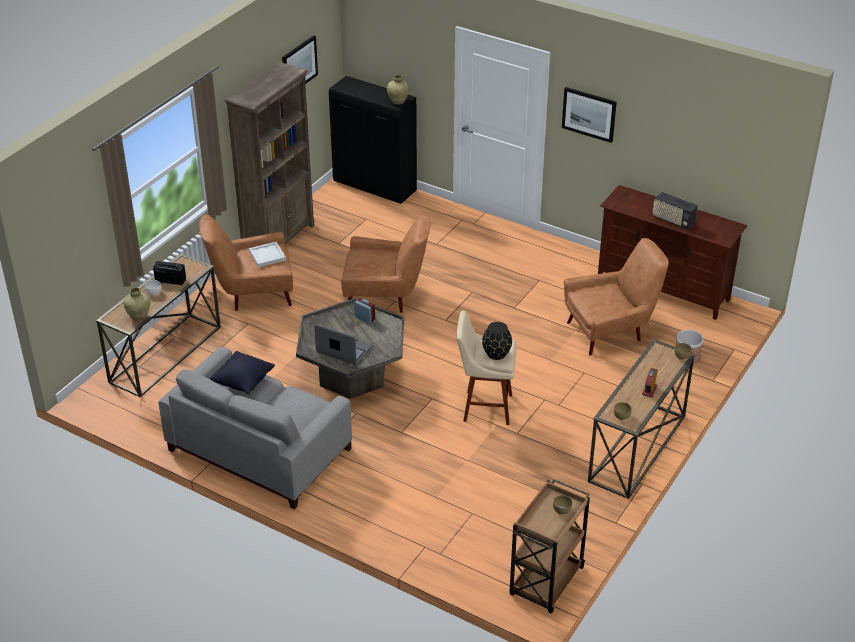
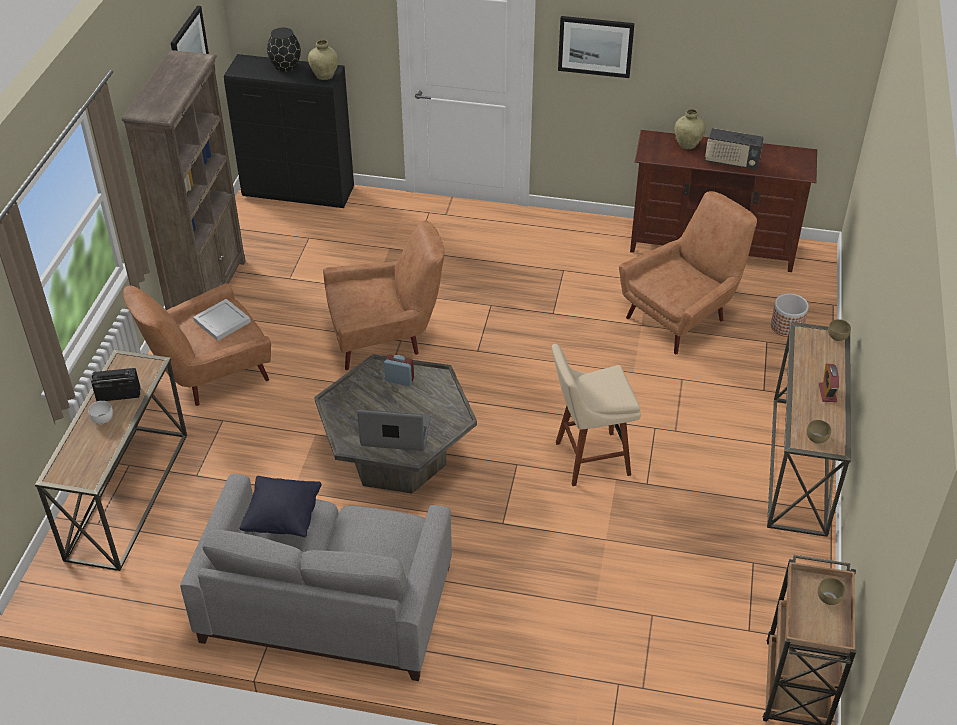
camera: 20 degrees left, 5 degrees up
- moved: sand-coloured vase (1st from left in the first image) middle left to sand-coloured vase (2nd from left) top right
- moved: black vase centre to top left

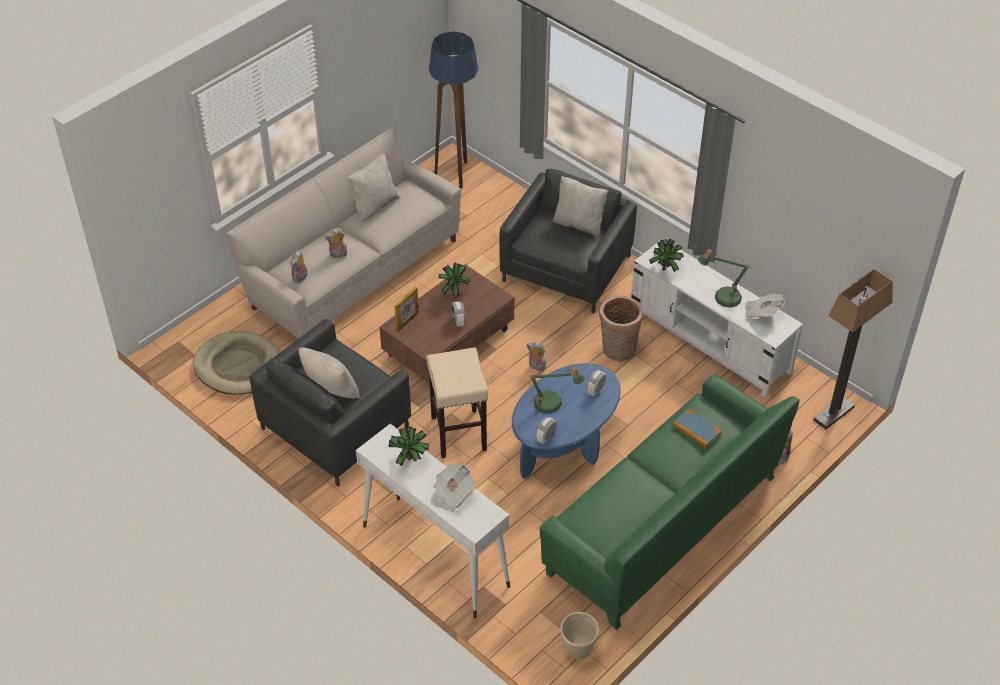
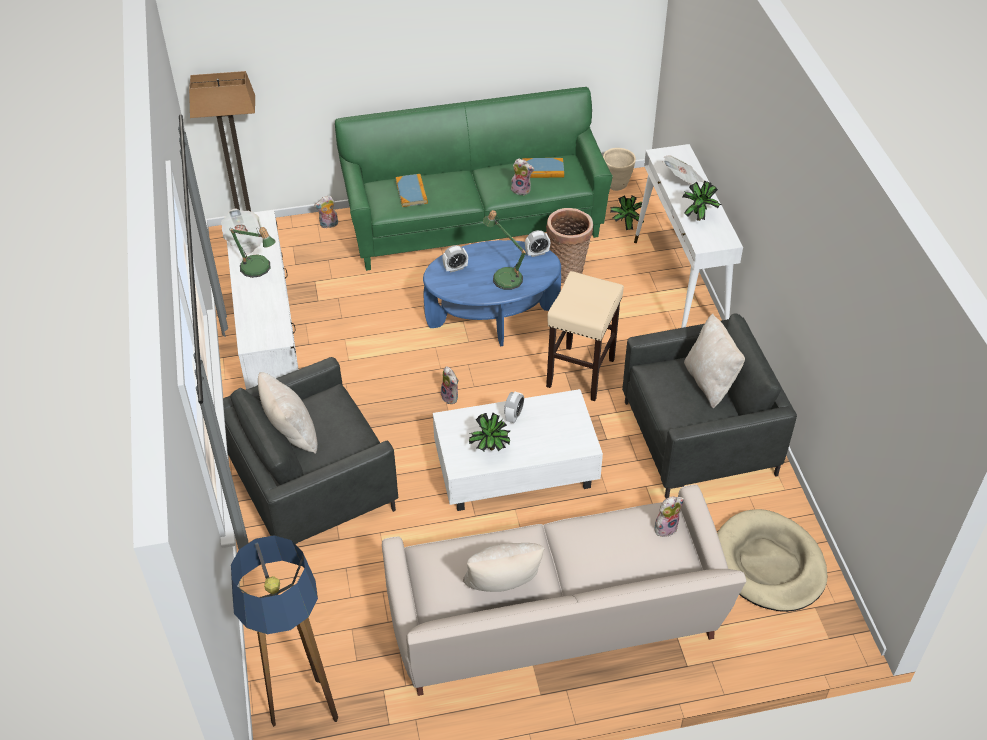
camera: 145 degrees left, 0 degrees up
- moved: cuddly toy (2nd from left in the first image) centre to cuddly toy (3rd from left) top centre
- moved: plant in a pot (3rd from left in the first image) centre to plant in a pot (2nd from left) top centre
- recoloured: brown coffee table centre to whitish coffee table centre
- removed: standing frame centre
- moved: storage basket centre to top centre
- added: volume (2nd from left) top centre

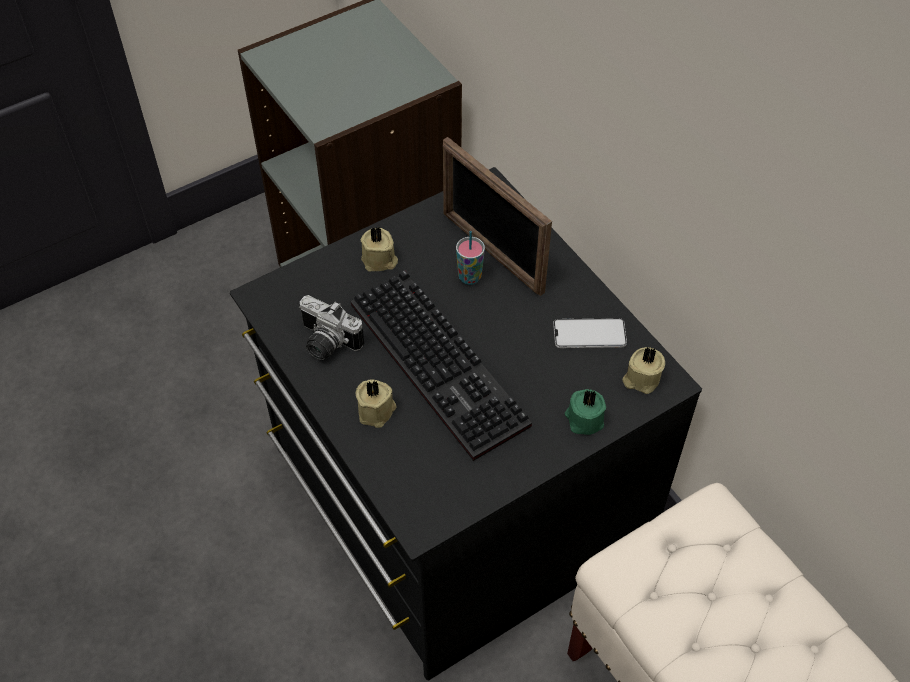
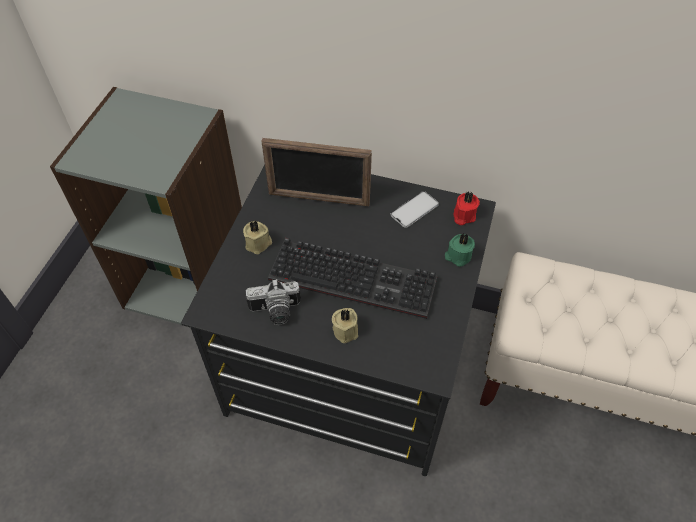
camera: 40 degrees left, 0 degrees up
- removed: cup centre
- recoloured: sand-coloured candle (3rd from left) middle right to red candle middle right

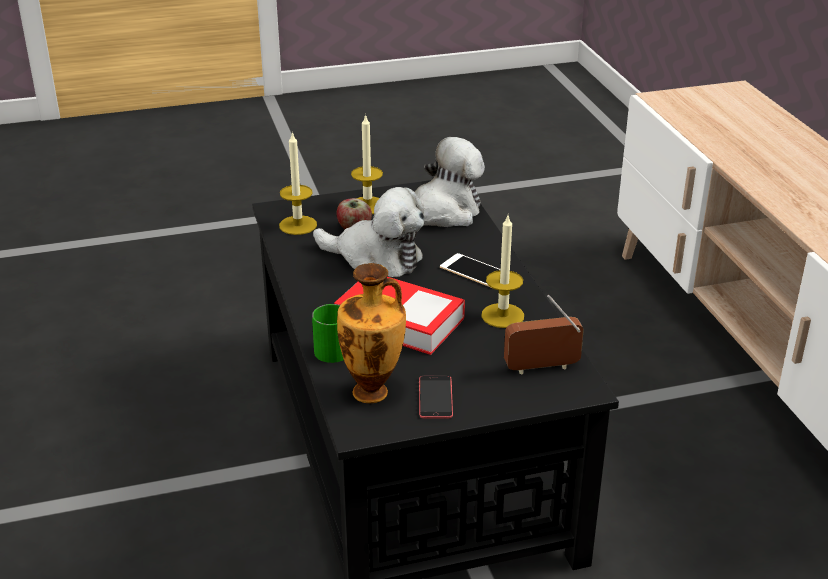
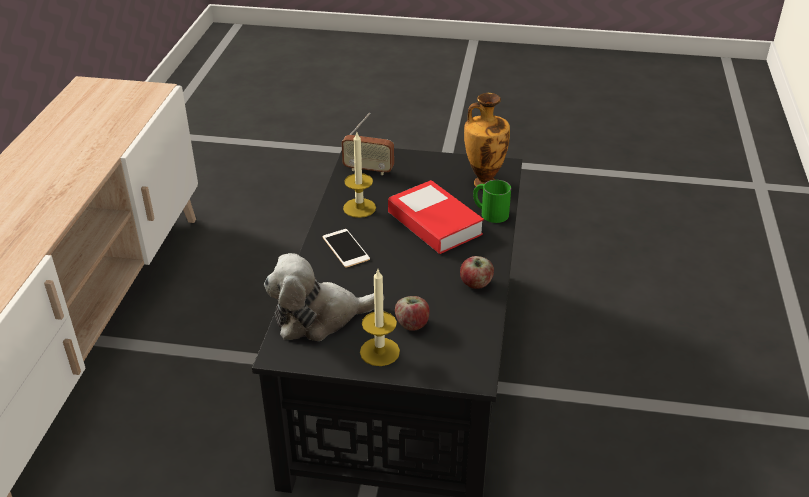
camera: 155 degrees left, 5 degrees up
- removed: candle (1st from left) top centre
- removed: cuddly toy (1st from left) centre
- removed: phone (1st from left) bottom centre
- added: apple (2nd from left) centre

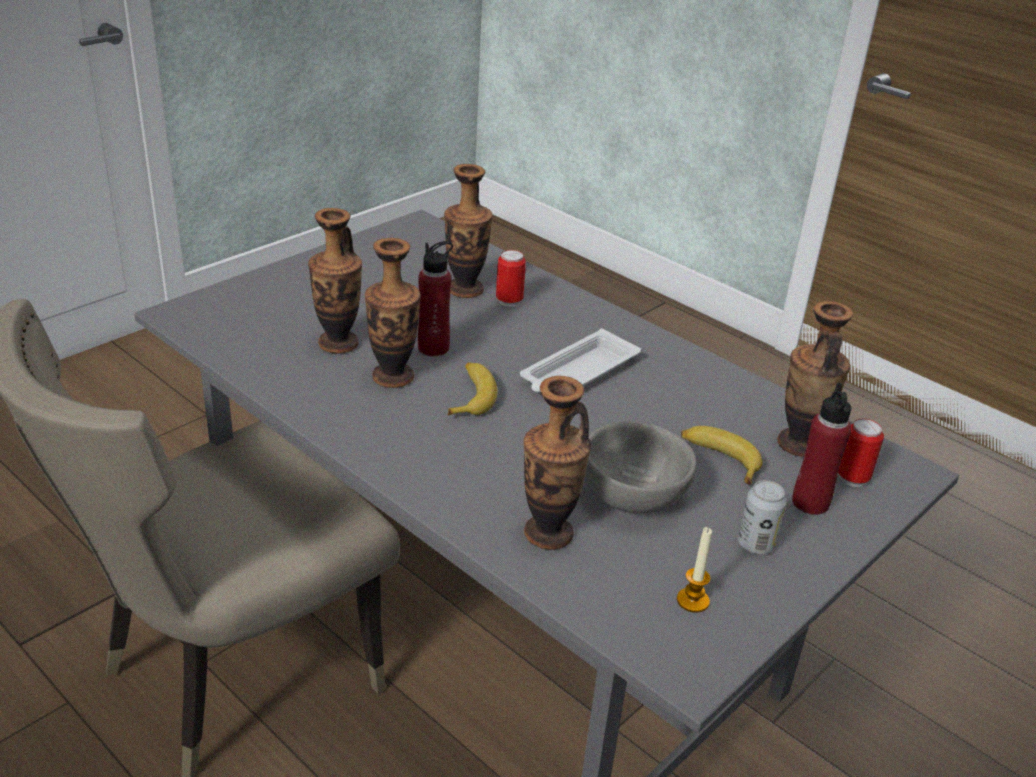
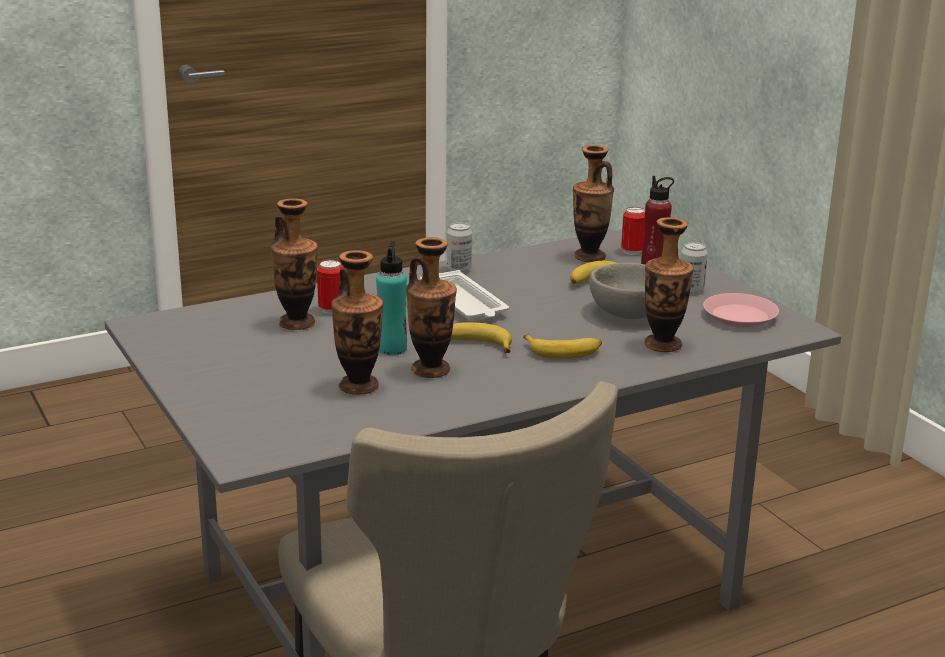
camera: 70 degrees left, 10 degrees down
- recoloured: red drink bottle (1st from left) centre to turquoise-coloured drink bottle centre
- replaced: candle bottom right to pinkish flat dish middle right
- added: sealed can (2nd from left) centre
- added: whole banana (2nd from left) centre

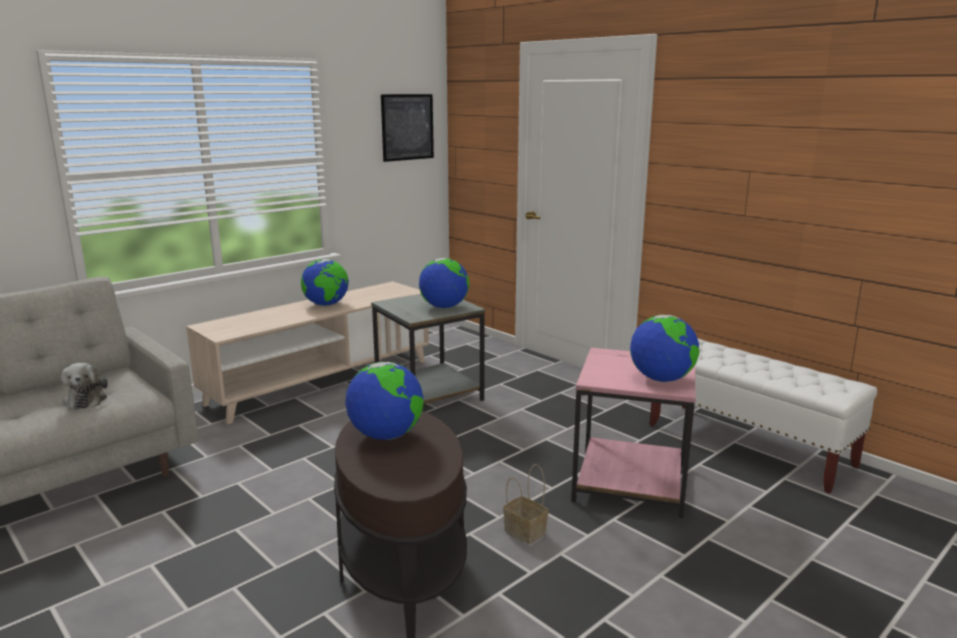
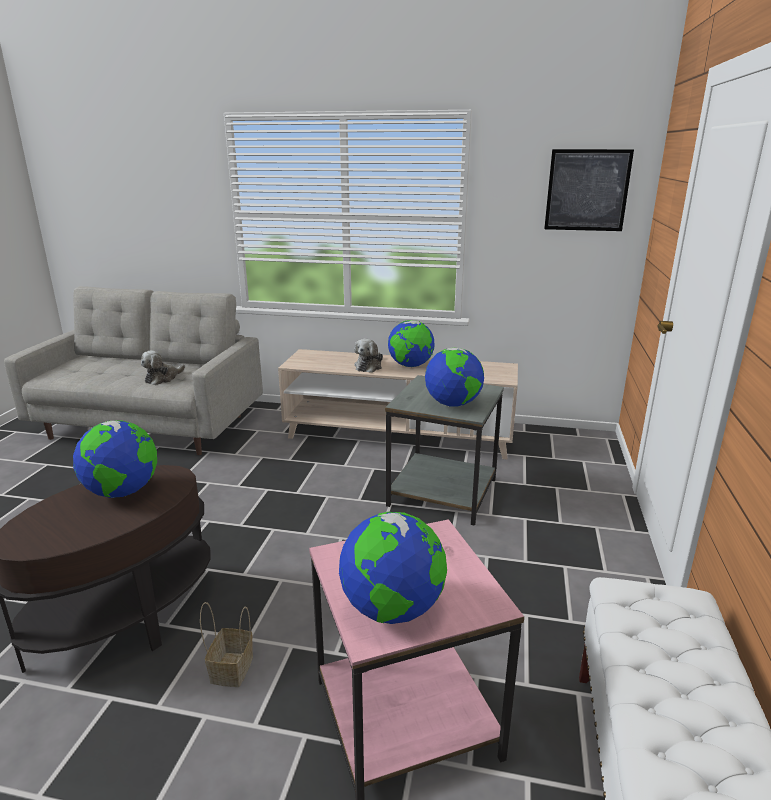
camera: 55 degrees right, 5 degrees up
- added: cuddly toy (2nd from left) centre

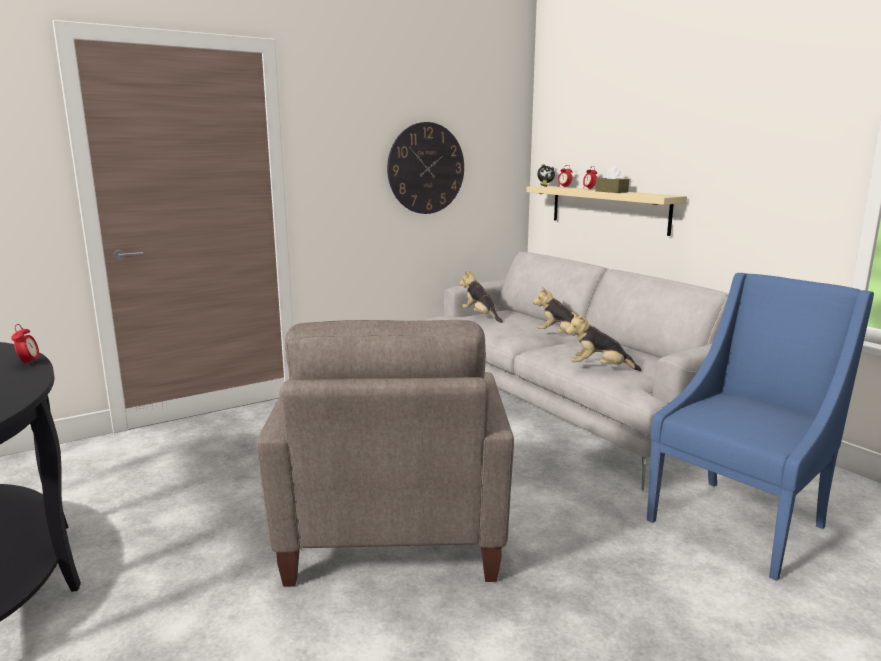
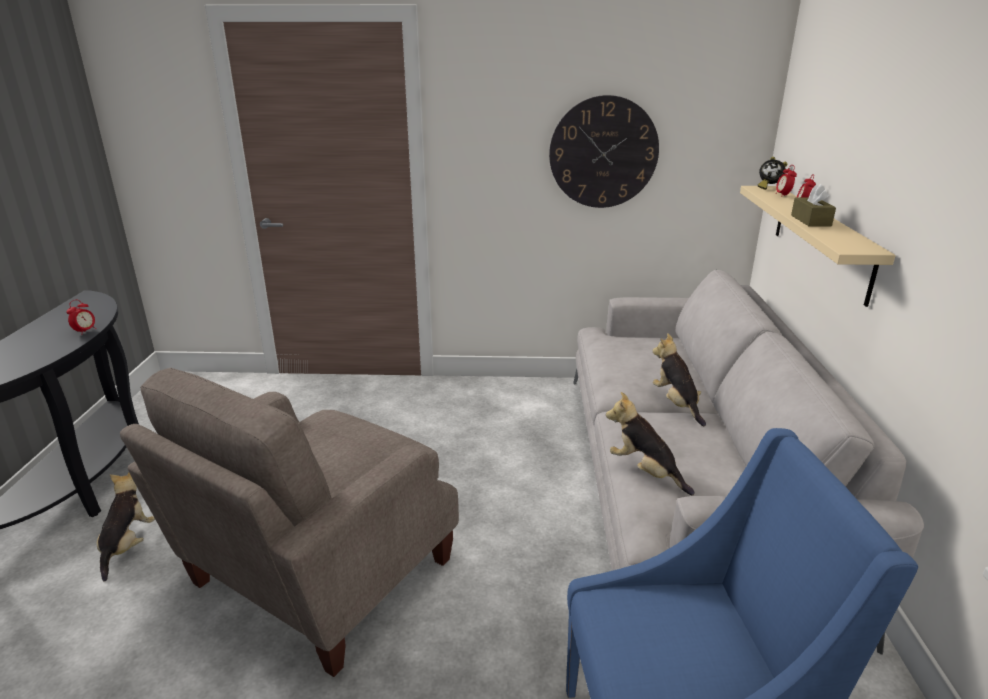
camera: 35 degrees right, 10 degrees up
- moved: cuddly toy (1st from left) centre to bottom left

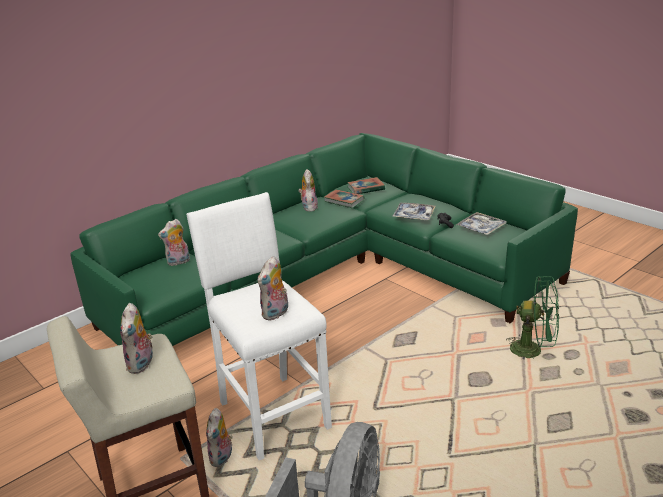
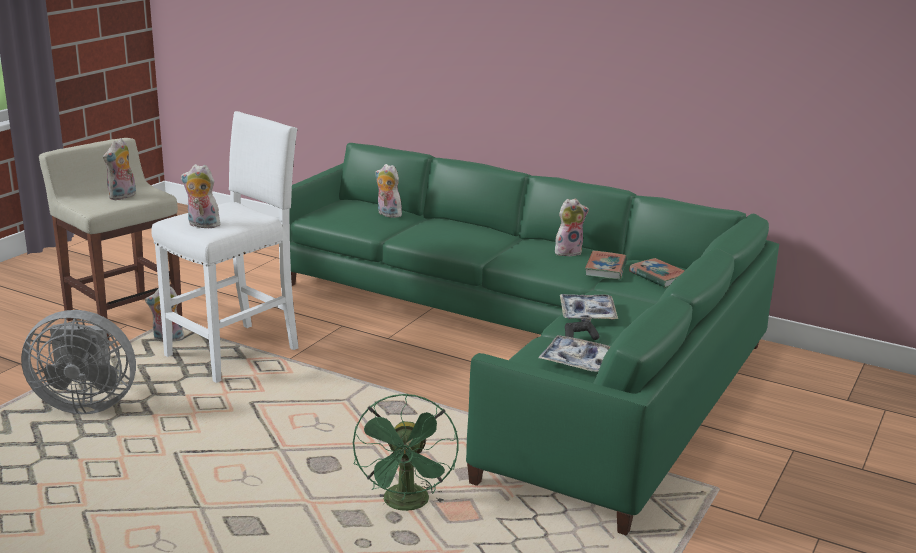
camera: 70 degrees right, 5 degrees down
- turned: cuddly toy (1st from left) bottom left = top left 45 degrees counterclockwise

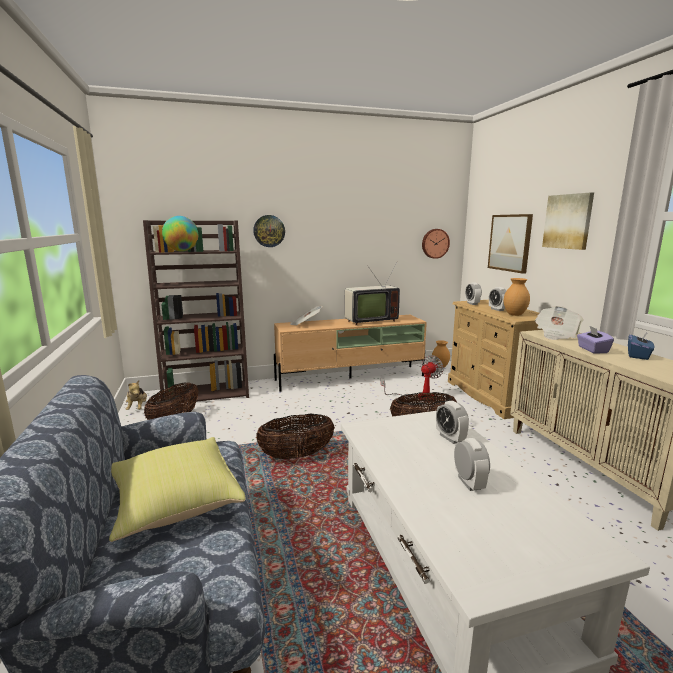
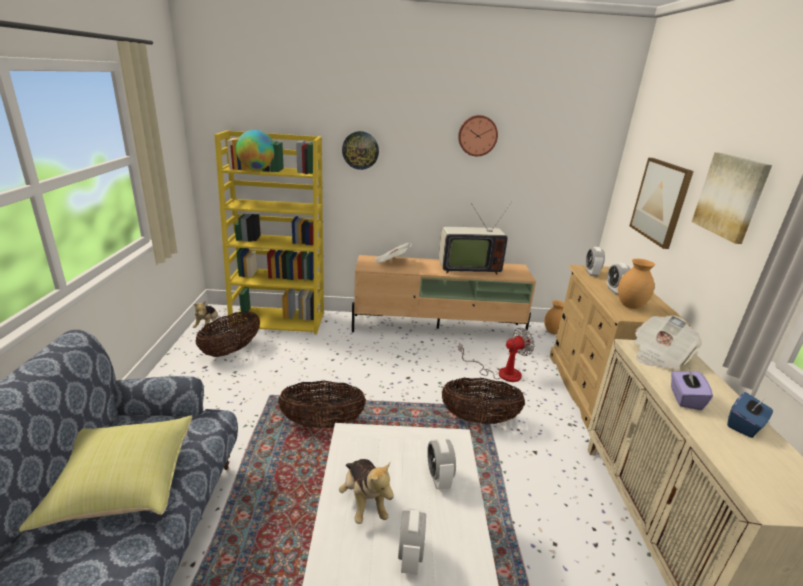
camera: 15 degrees right, 10 degrees up
- recoloured: brown bookshelf middle left to yellow-coloured bookshelf centre
- moved: wall clock (2nd from left) centre to top centre
- added: cuddly toy (2nd from left) bottom centre

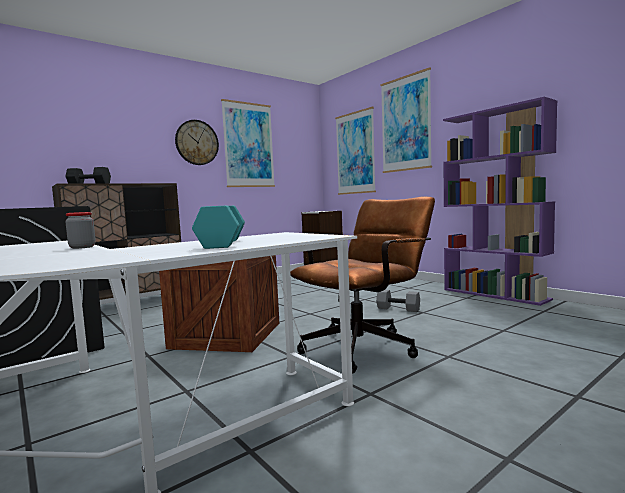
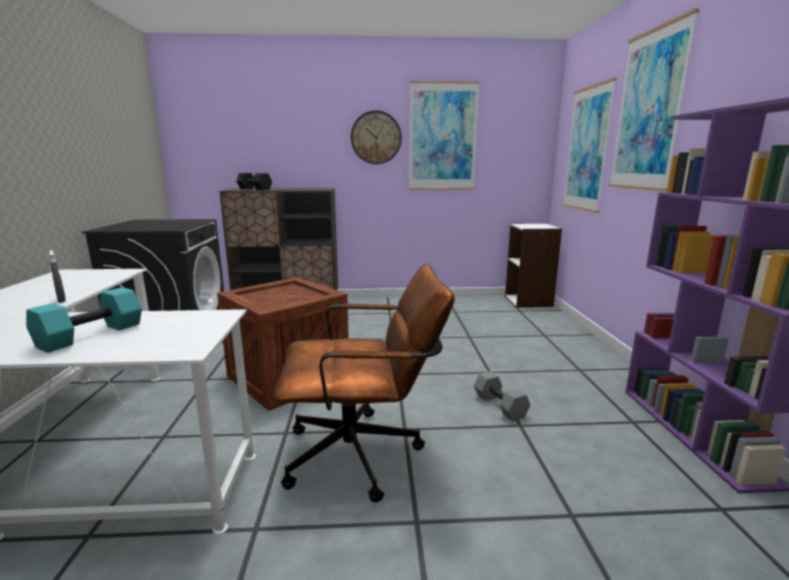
camera: 35 degrees right, 10 degrees up
- replaced: jar middle left to gray spray bottle middle left

